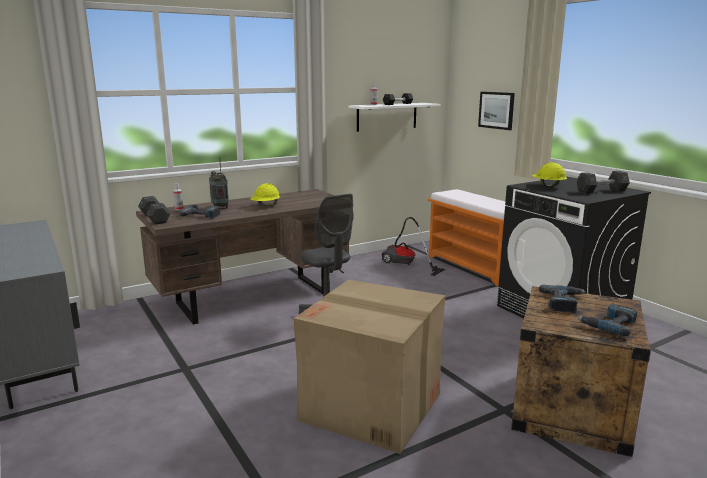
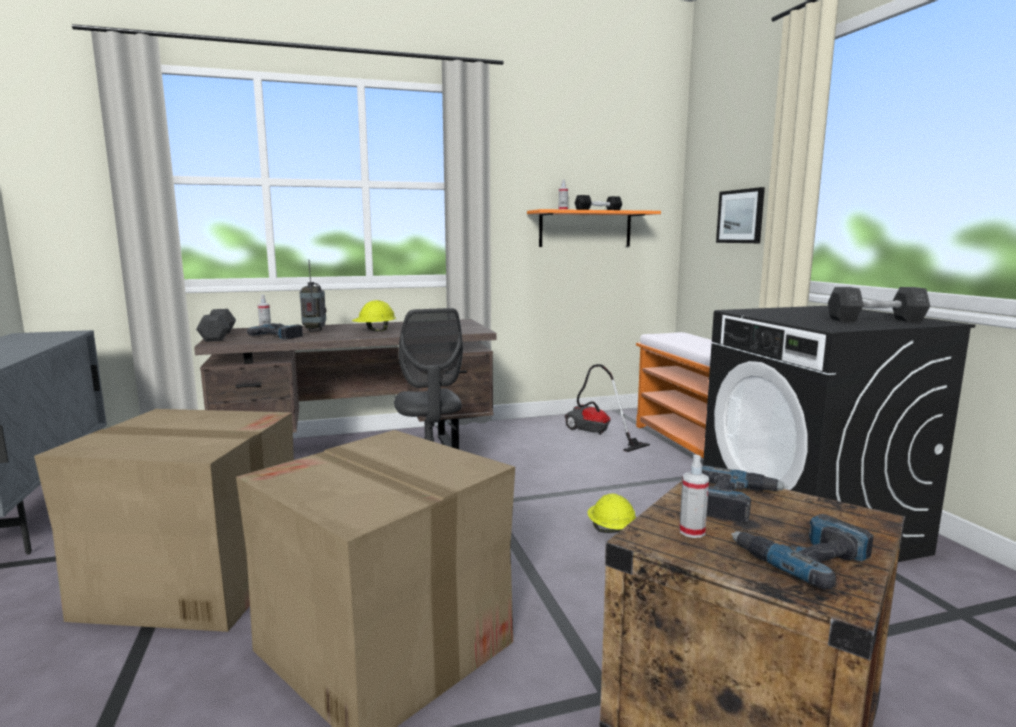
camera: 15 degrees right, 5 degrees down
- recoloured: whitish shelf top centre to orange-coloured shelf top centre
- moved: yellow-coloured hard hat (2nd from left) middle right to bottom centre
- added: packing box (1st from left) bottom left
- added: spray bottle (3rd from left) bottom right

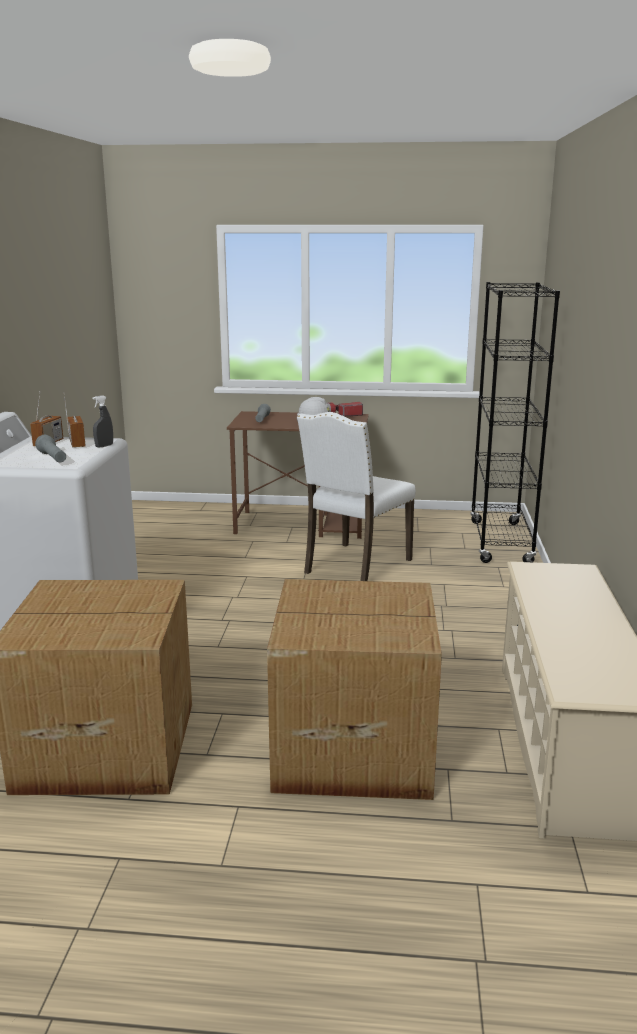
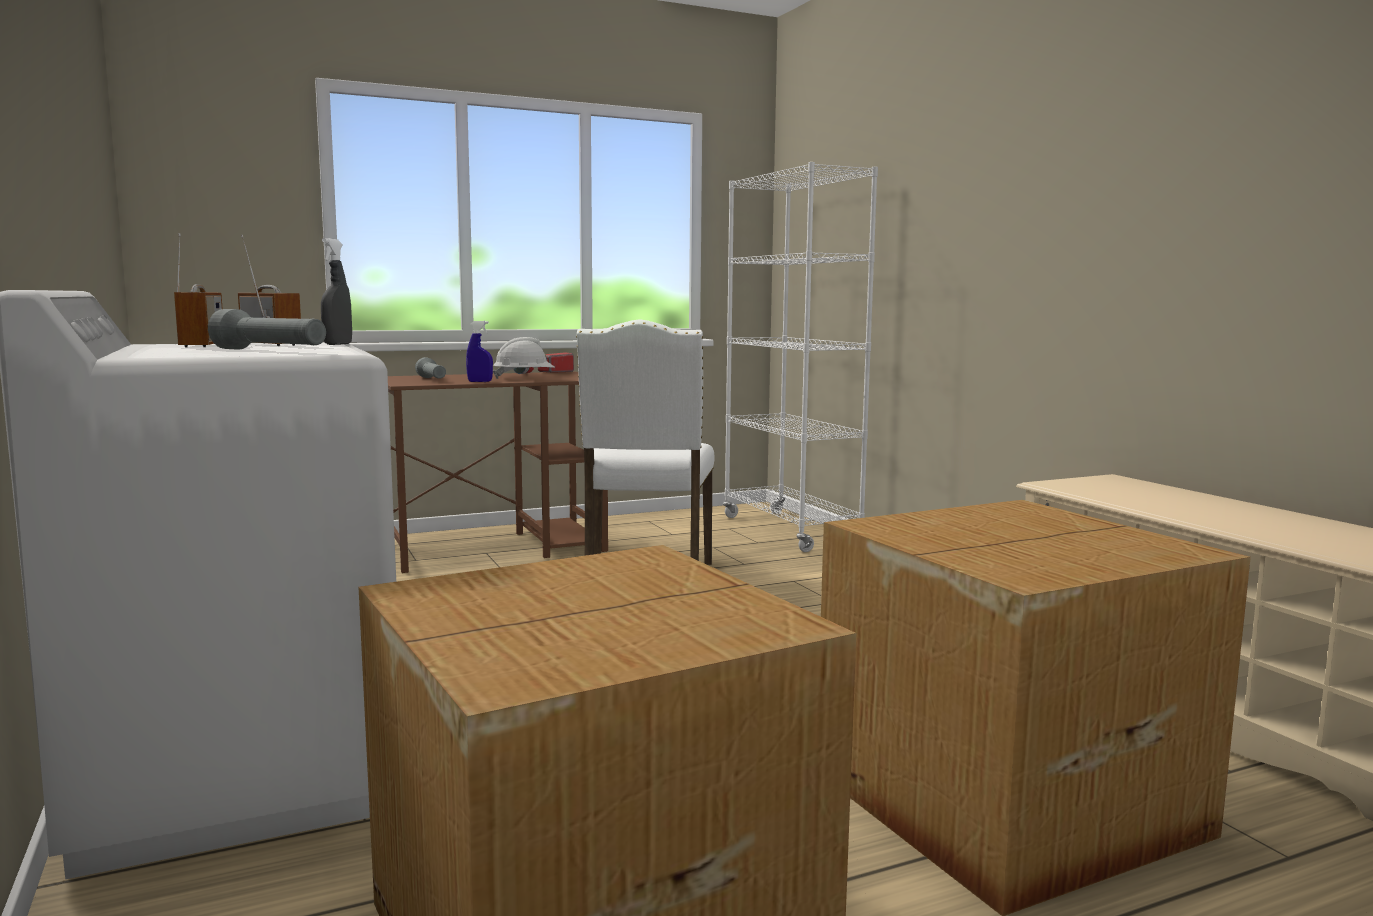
camera: 30 degrees left, 10 degrees down
- recoloured: black bookshelf middle right to whitish bookshelf centre
- added: bluish spray bottle centre

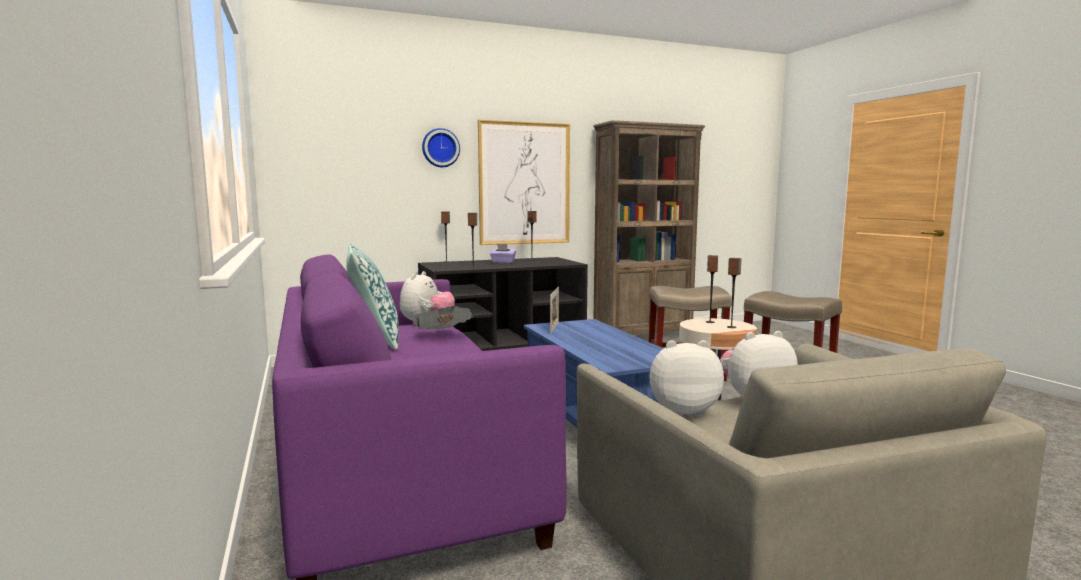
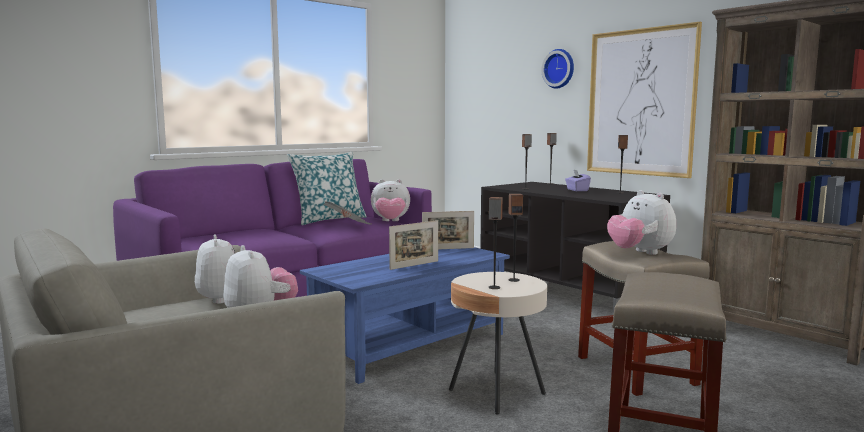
camera: 70 degrees right, 0 degrees up
- added: cuddly toy (4th from left) middle right
- added: standing frame (1st from left) centre

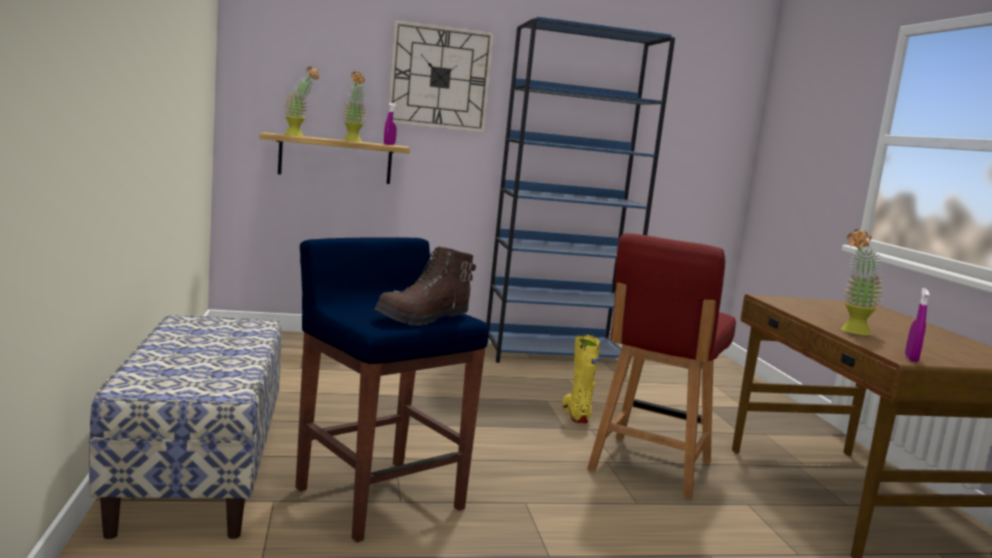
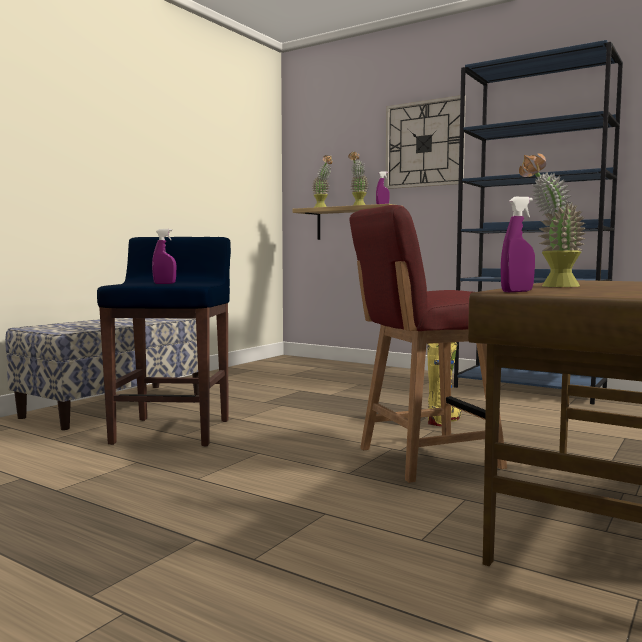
camera: 45 degrees right, 5 degrees down
- replaced: brown tall boot centre to purple-coloured spray bottle (1st from left) middle left

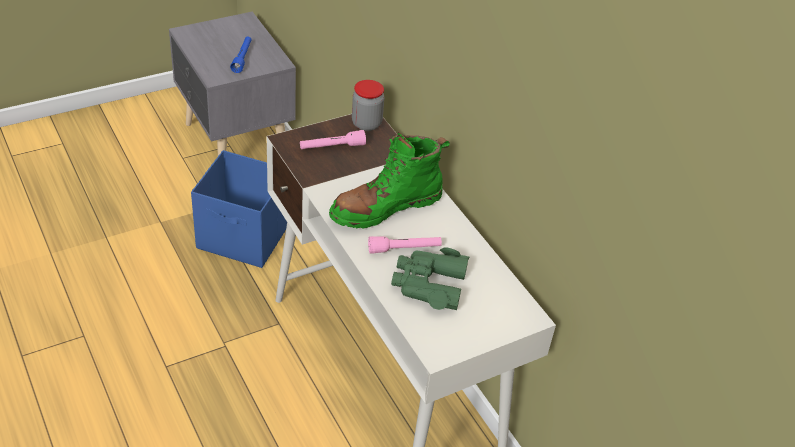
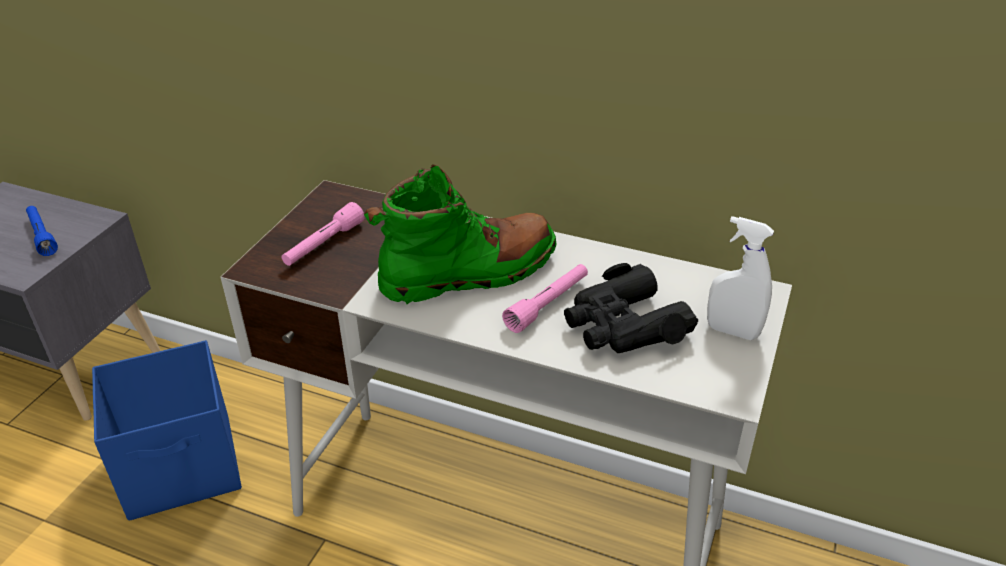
camera: 35 degrees left, 5 degrees down
- removed: jar top centre
- turned: green-coloured tall boot centre = centre 135 degrees counterclockwise
- recoloured: green-coloured field glasses centre to black field glasses centre
- added: whitish spray bottle middle right

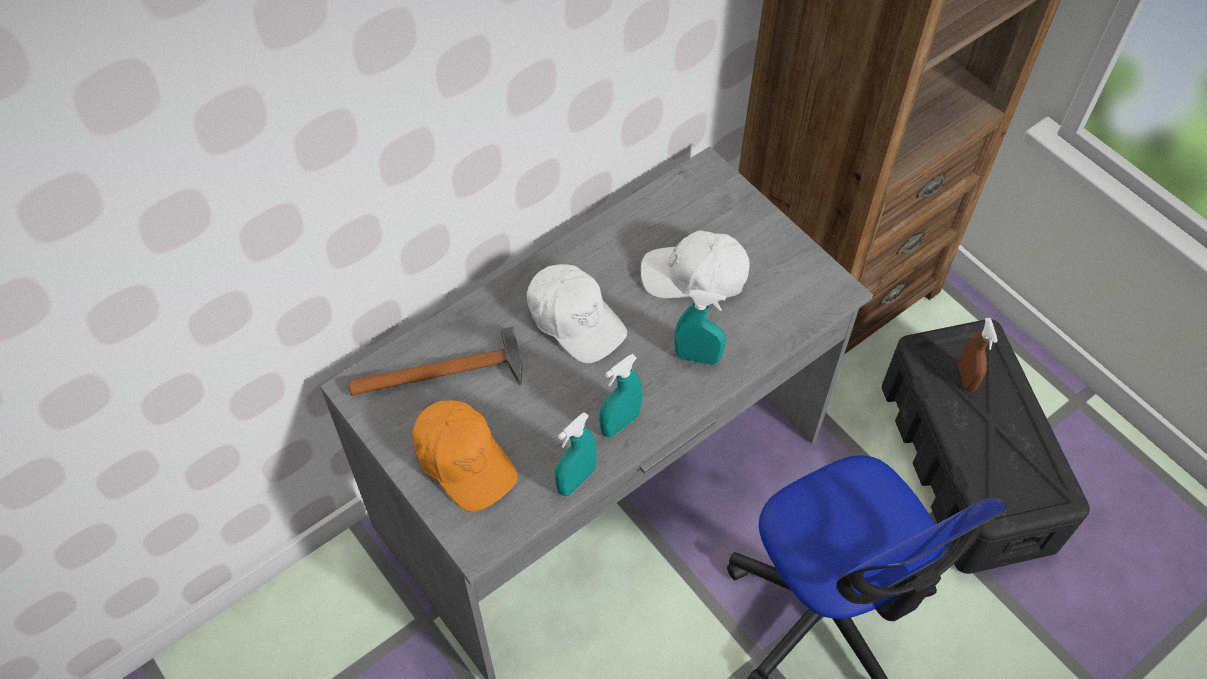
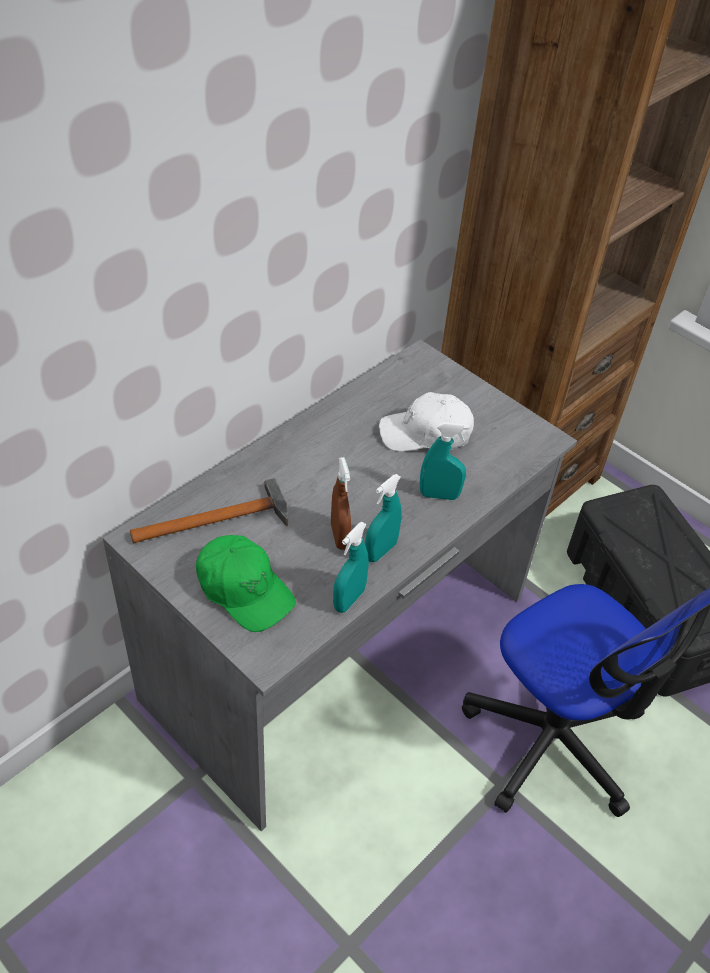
camera: 10 degrees left, 10 degrees down
- removed: whitish cap (1st from left) centre
- moved: brown spray bottle middle right to centre
- recoloured: orange-coloured cap bottom centre to green-coloured cap centre

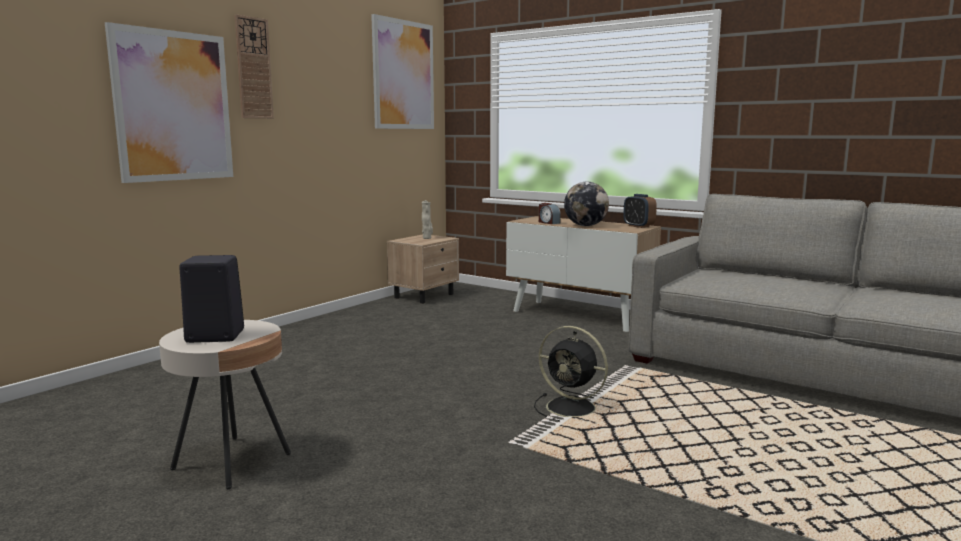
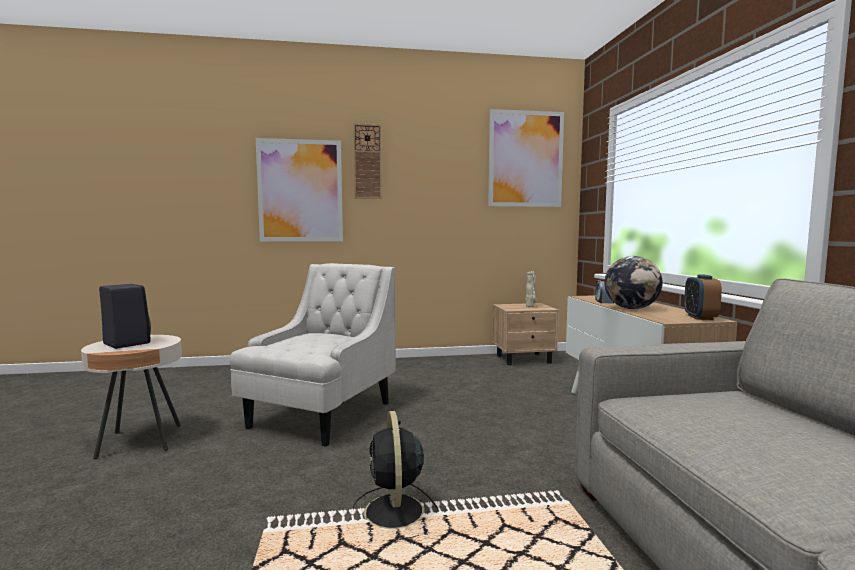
camera: 45 degrees right, 5 degrees down
- added: whitish armchair centre

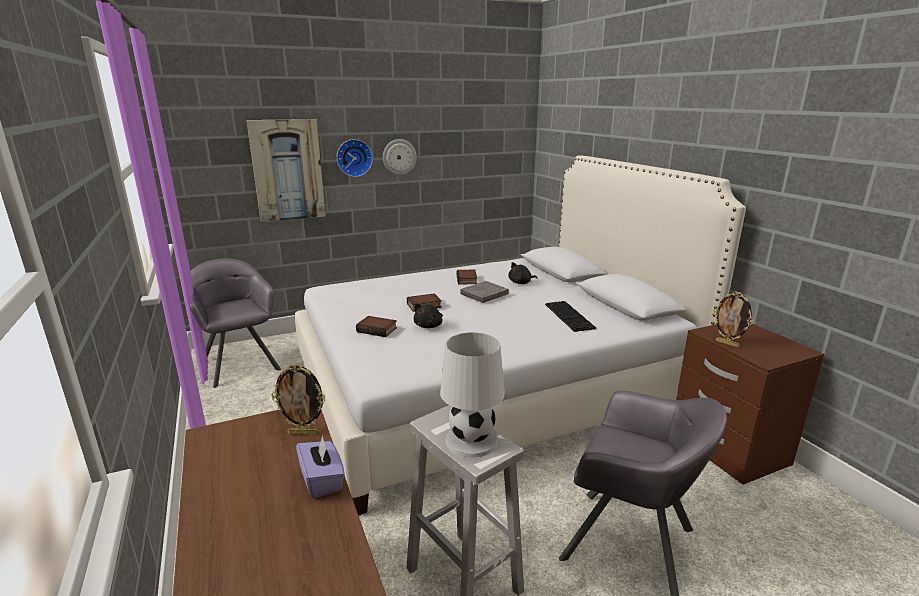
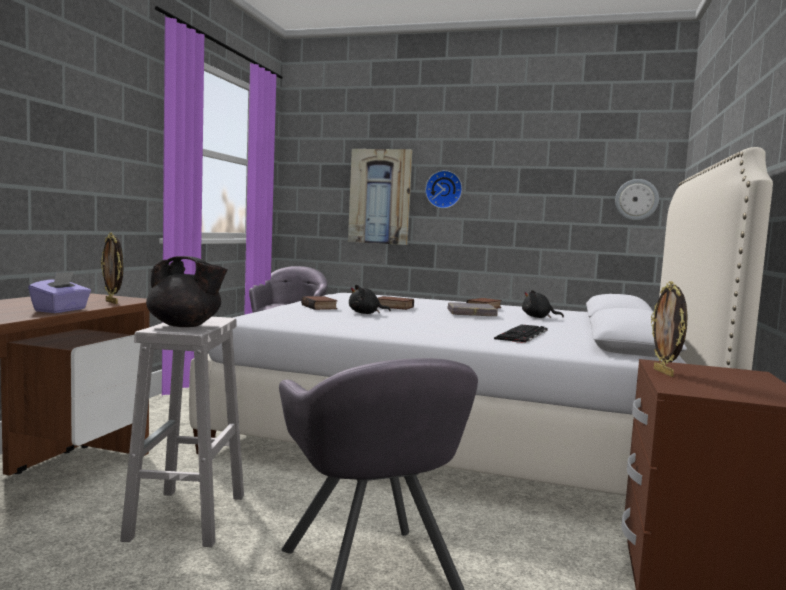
camera: 40 degrees right, 15 degrees down
- moved: wall clock (2nd from left) top centre to middle right
- replaced: whitish tabletop lamp centre to black pot for tea middle left

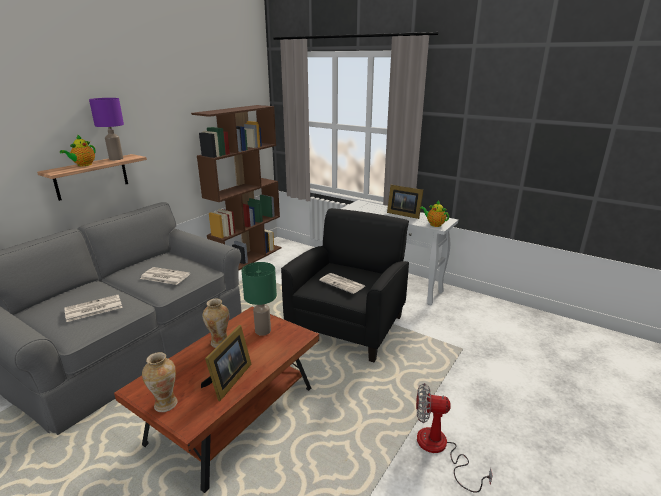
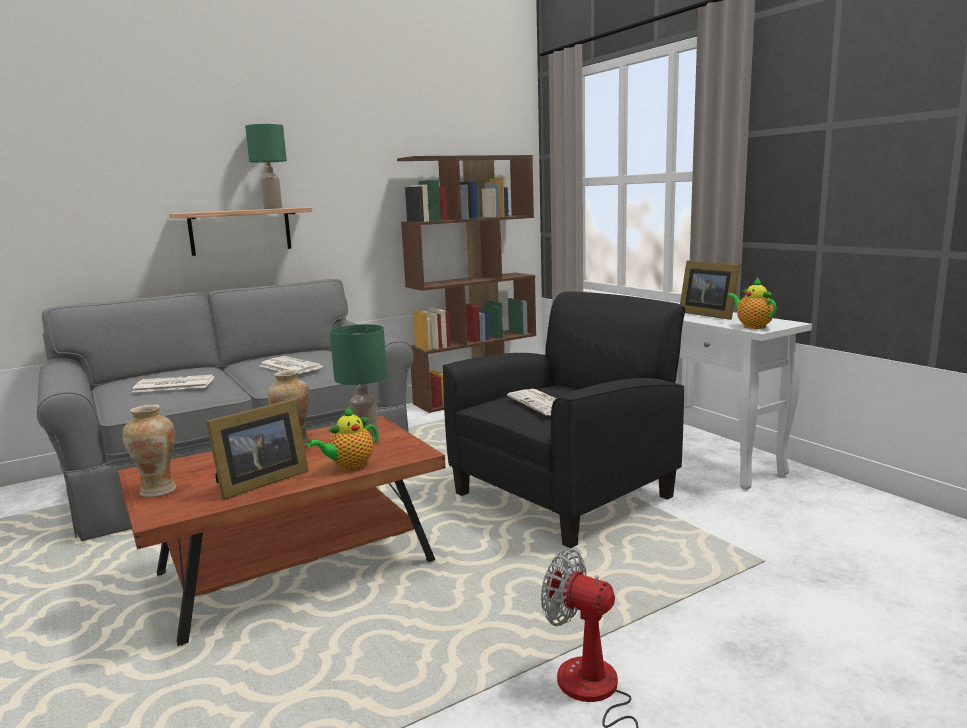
camera: 25 degrees right, 10 degrees down
- recoloured: purple-coloured tabletop lamp top left to green-coloured tabletop lamp (1st from left) top left
- moved: pot for tea (1st from left) top left to centre

